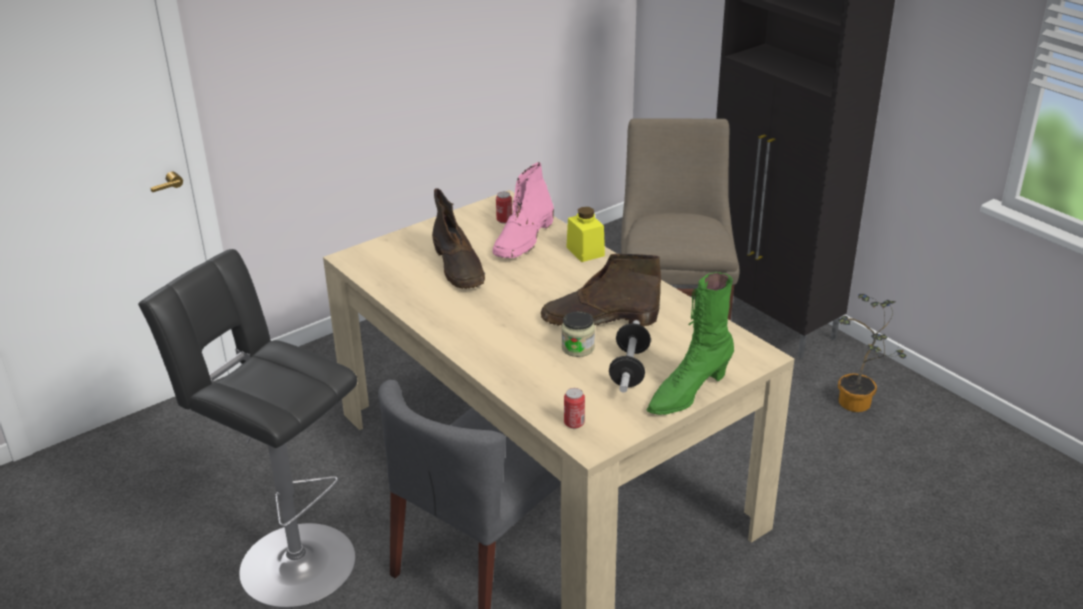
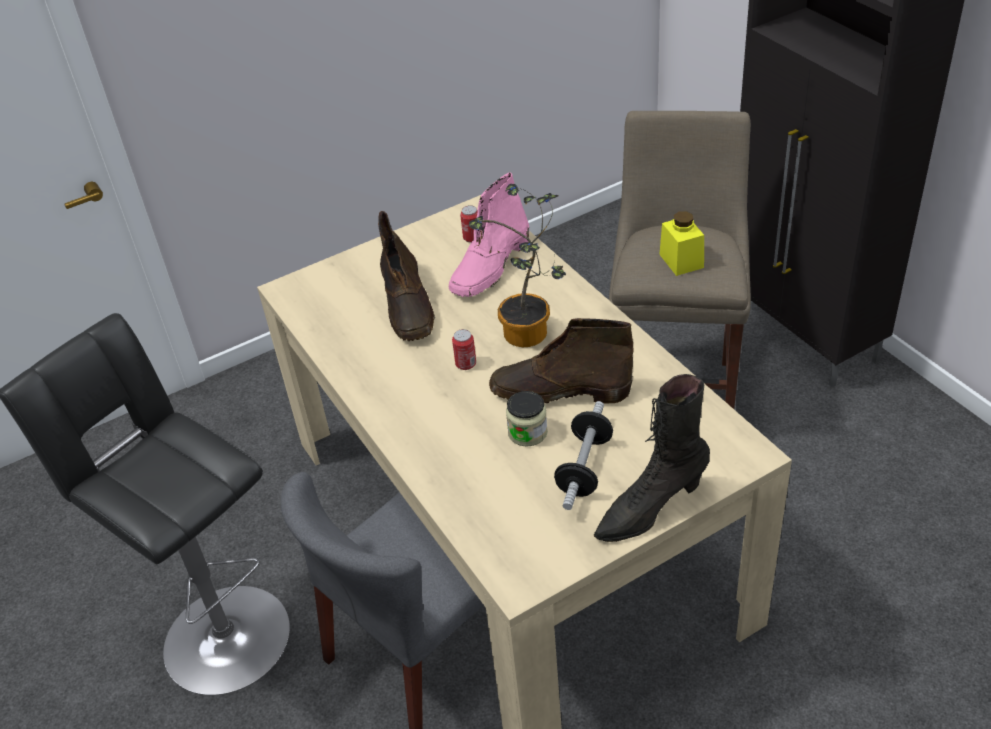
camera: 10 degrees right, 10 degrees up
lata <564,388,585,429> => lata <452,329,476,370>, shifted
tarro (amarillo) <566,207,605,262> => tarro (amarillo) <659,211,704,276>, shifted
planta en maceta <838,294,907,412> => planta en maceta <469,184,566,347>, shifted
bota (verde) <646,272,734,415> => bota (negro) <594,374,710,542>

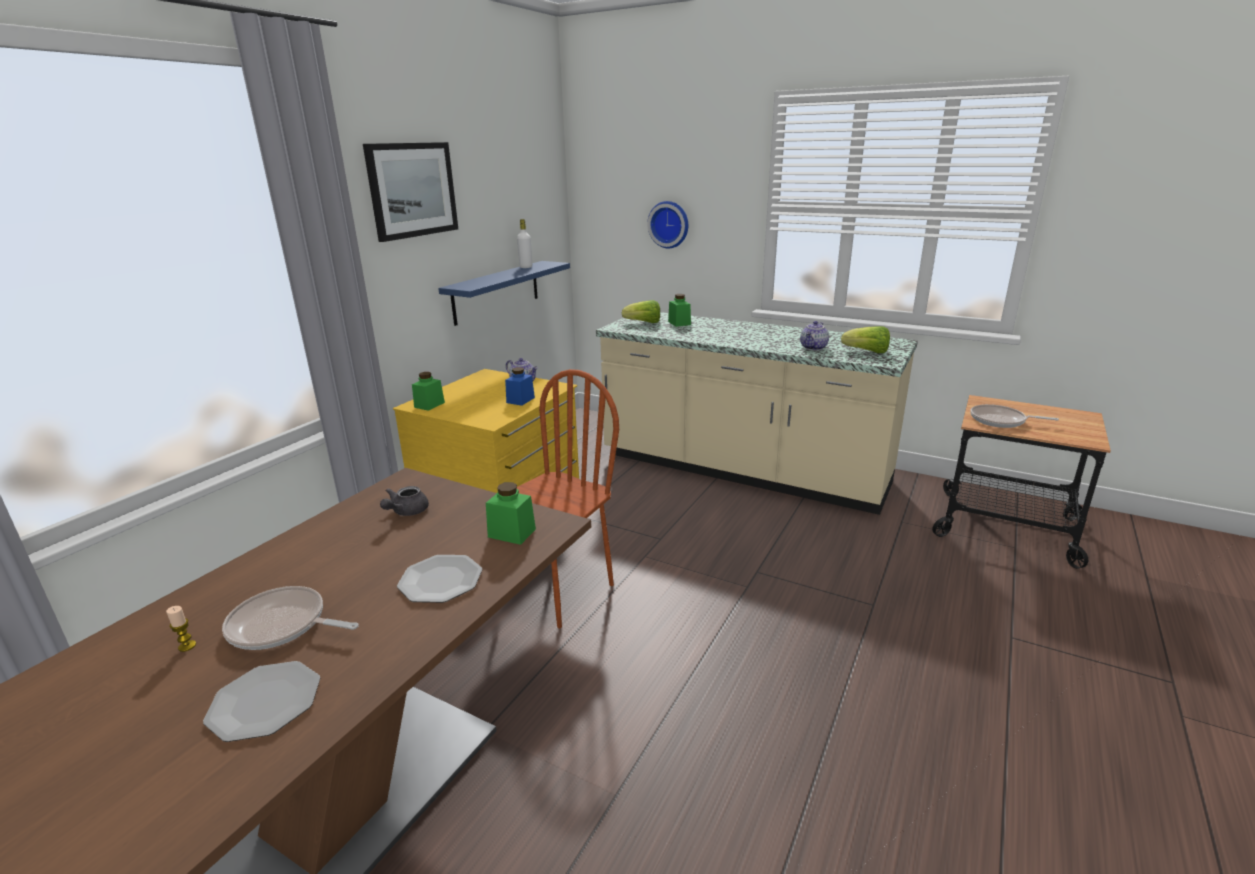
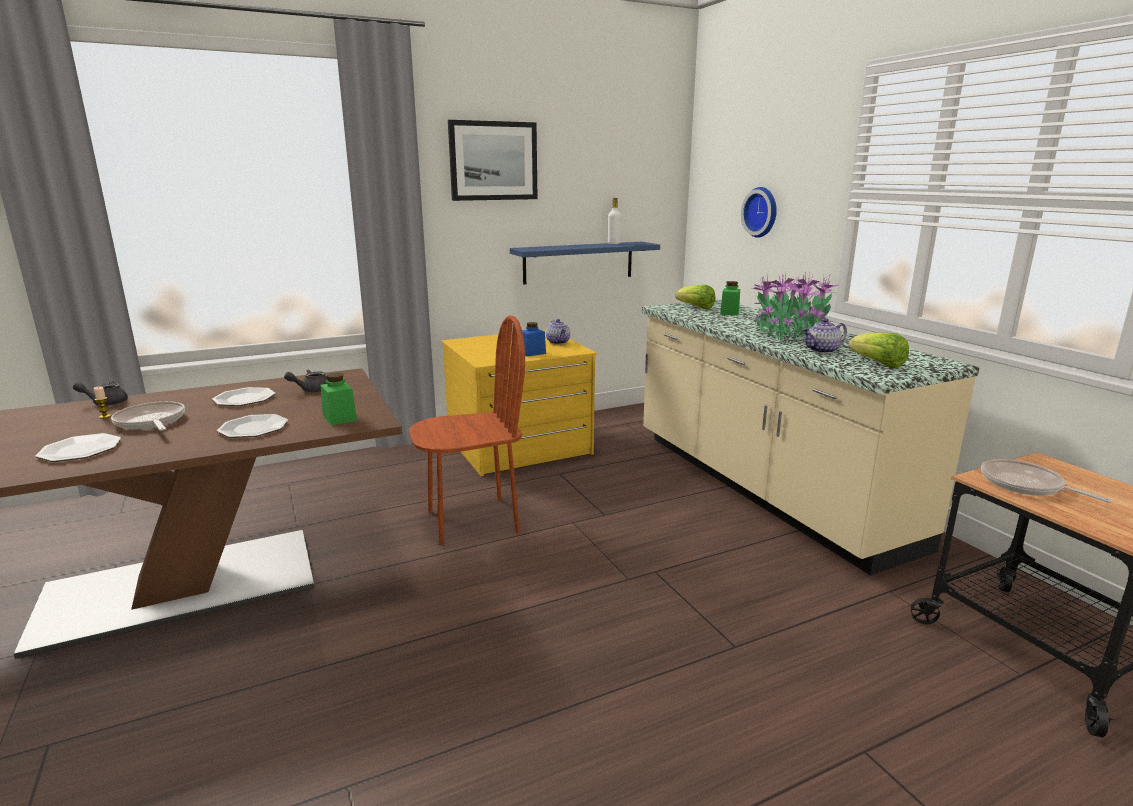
camera: 35 degrees right, 5 degrees down
tarro (verde) <412,372,445,411> => nothing
nothing => tetera (gris) <73,380,128,406>
nothing => plato <212,387,276,406>
nothing => planta en maceta <752,273,840,341>

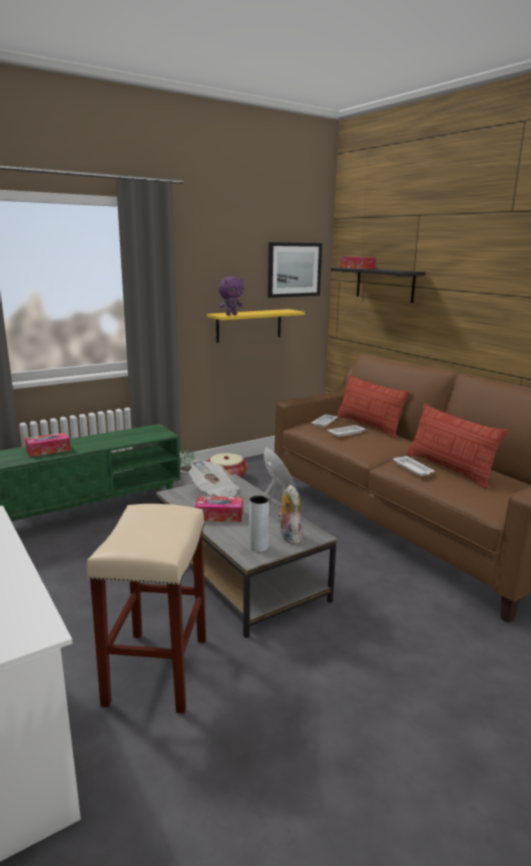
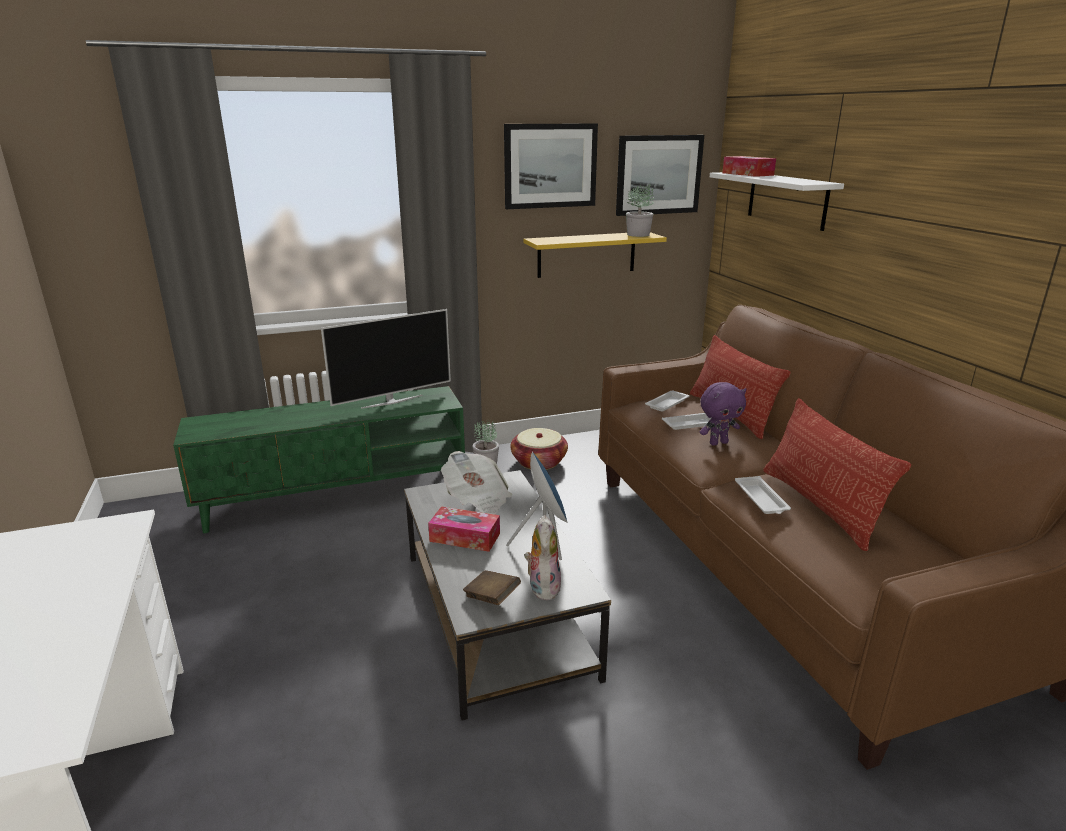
camera: 15 degrees right, 5 degrees up
caja de pañuelos <25,433,71,457> => nothing
taburete (beis) <87,504,206,714> => nothing
nothing => televisor <321,309,451,409>
nothing => cuadro <504,123,598,209>
nothing => planta en maceta <626,184,654,237>
peluche (morado) <218,276,244,316> => peluche (morado) <700,382,747,446>, shifted
florero (gris) <249,495,269,552> => libro (marrón) <463,570,521,605>
estante (negro) <331,268,425,303> => estante (blanco) <710,172,844,231>

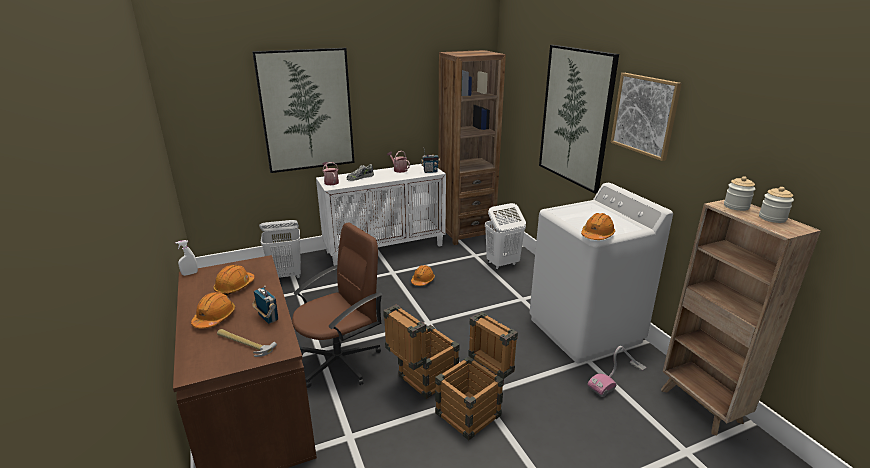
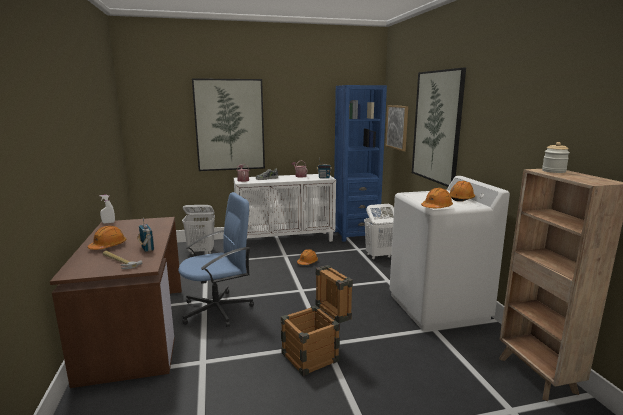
camera: 10 degrees right, 10 degrees down
caja de embalaje <383,304,459,399> => nothing
aspiradora <587,346,646,397> => nothing
tarro <759,187,794,223> => nothing
casco (naranja) <213,265,255,295> => casco (naranja) <449,181,475,202>, shifted
cuadro <611,73,682,161> => cuadro <385,105,408,151>, shifted
silla de oficina (marrón) <292,223,383,388> => silla de oficina (azul) <178,192,254,327>
estantería (marrón) <439,50,506,245> => estantería (azul) <334,85,387,242>

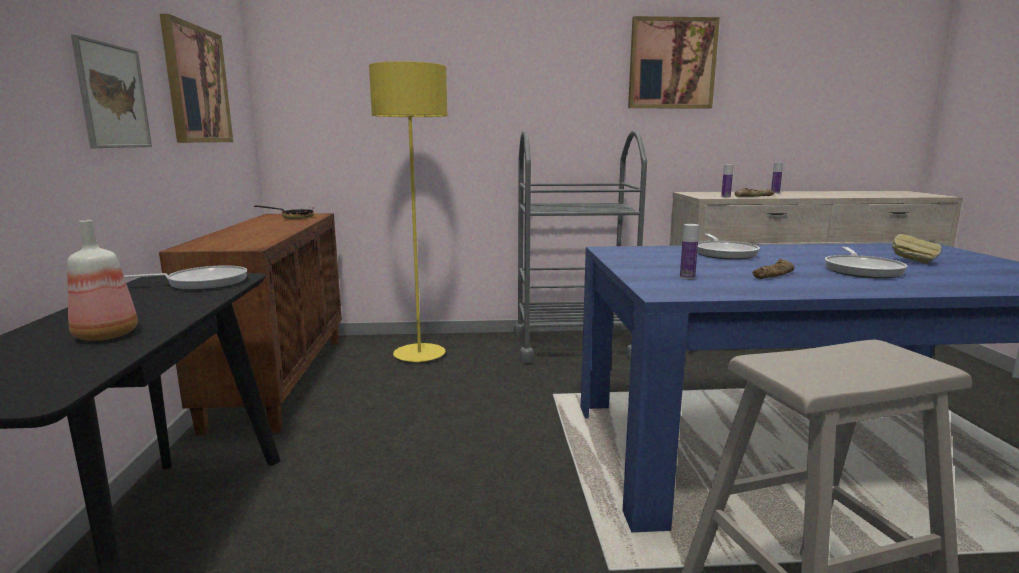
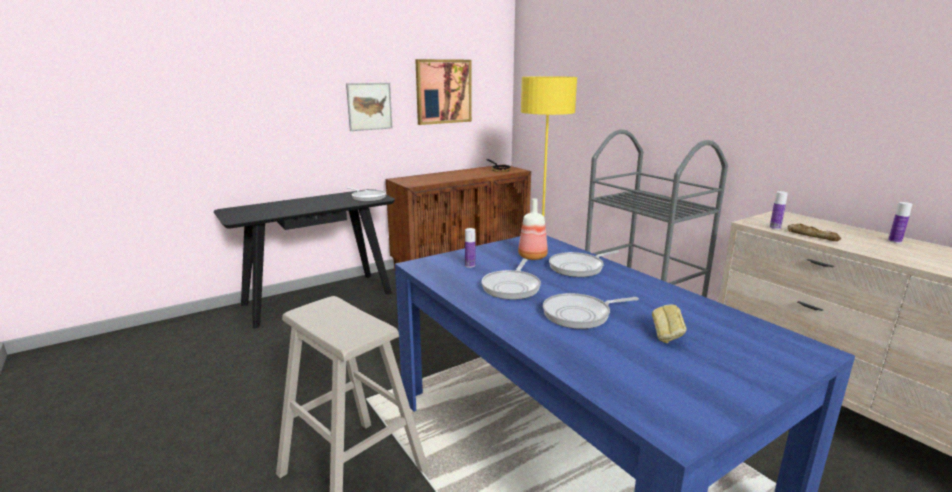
camera: 60 degrees right, 5 degrees up
cuadro <628,16,720,109> => nothing
botella <67,220,138,341> => botella <518,198,548,260>, shifted
pan <753,259,795,279> => sartén <482,259,541,300>

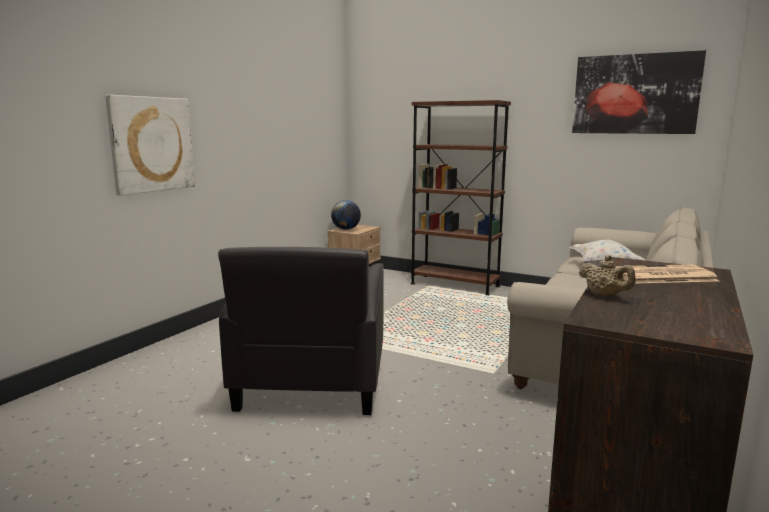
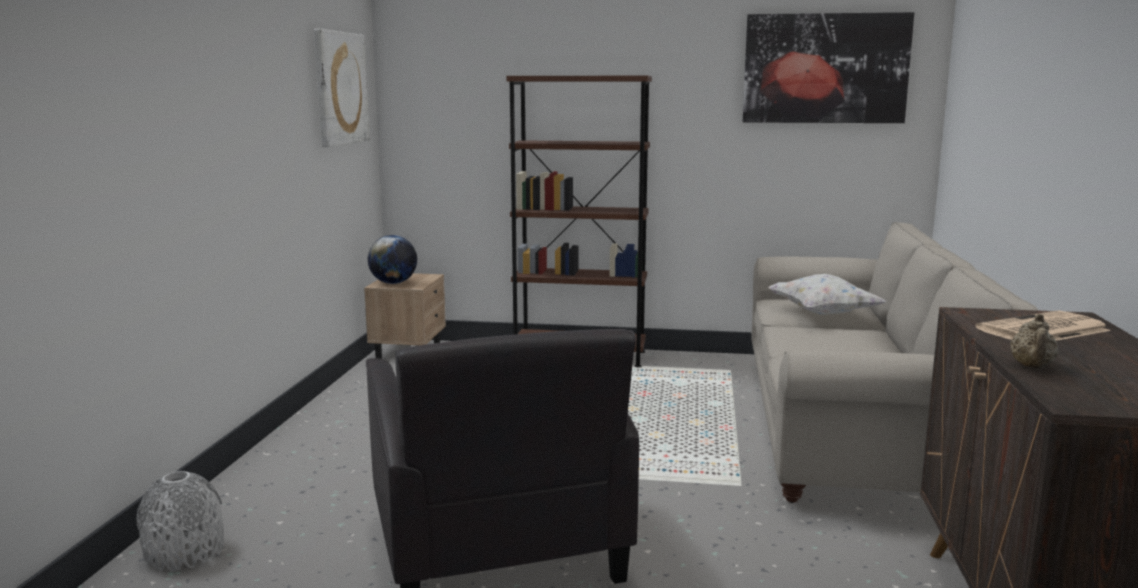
camera: 20 degrees left, 0 degrees up
nothing => florero (gris) <137,471,224,572>
cuadro <105,95,195,196> => cuadro <314,29,370,147>, shifted
tetera (beis) <579,255,636,297> => tetera (beis) <1010,314,1059,368>, 75 degrees clockwise

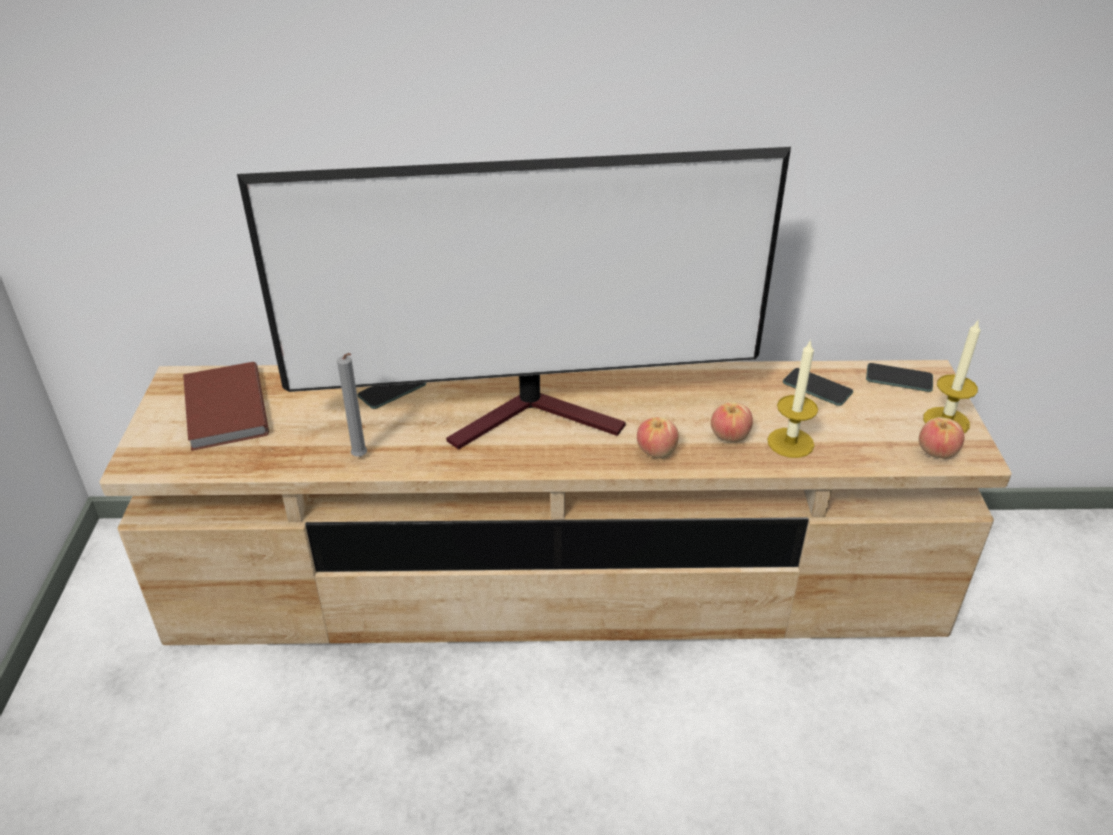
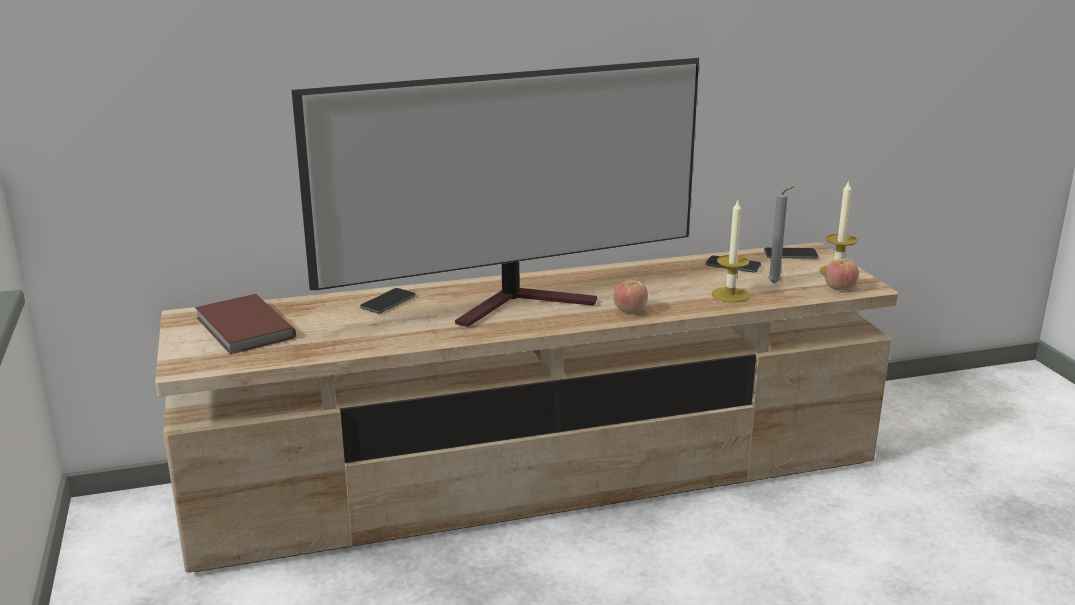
camera: 15 degrees left, 15 degrees down
manzana <711,402,753,442> => nothing
vela (gris) <337,353,367,457> => vela (gris) <768,187,794,283>, shifted

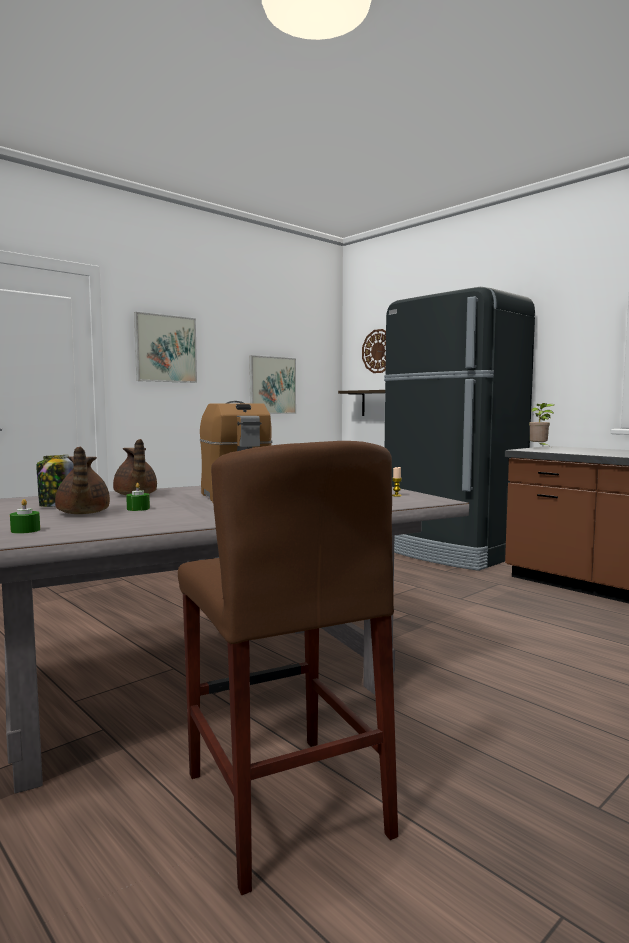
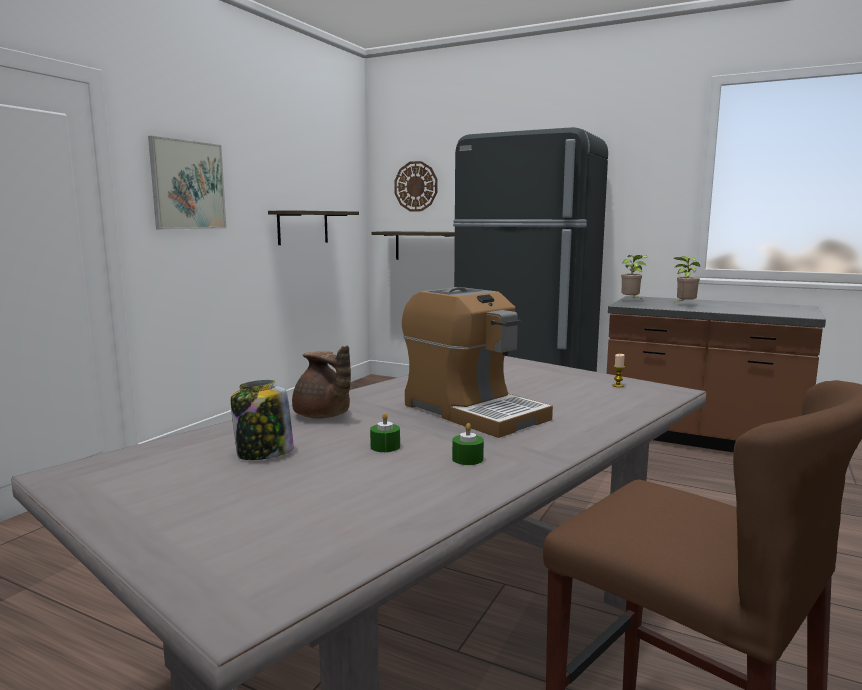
camera: 20 degrees left, 5 degrees up
tetera (marrón) <55,446,110,514> => nothing
nothing => planta en maceta <673,256,700,304>
vela (verde) <10,499,40,534> => vela (verde) <452,423,484,465>, shifted
cuadro <249,355,296,414> => estante <268,210,359,245>

